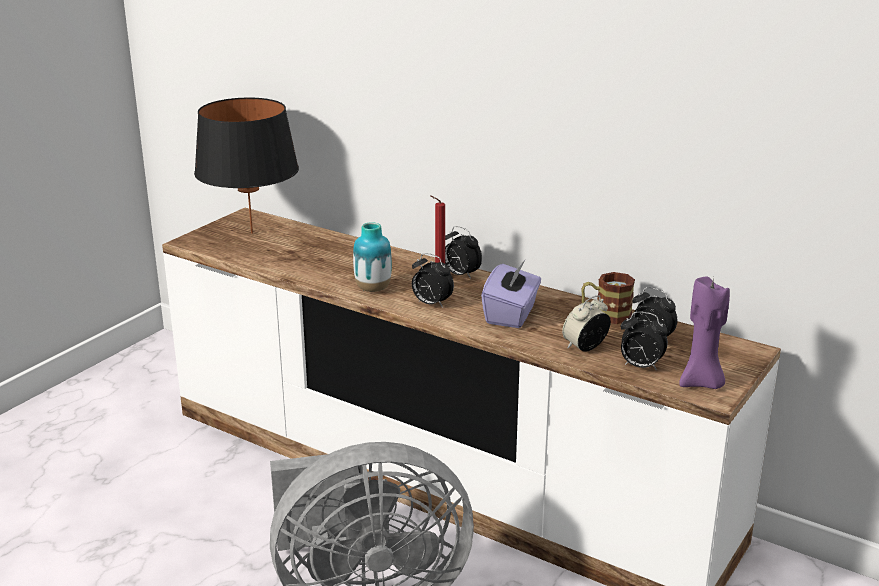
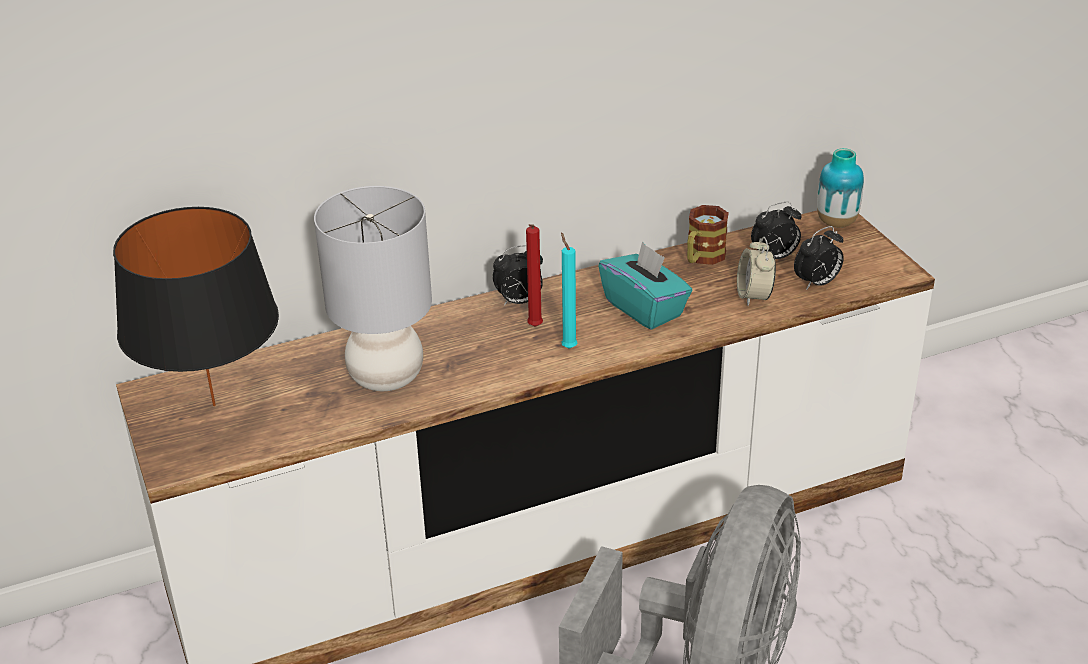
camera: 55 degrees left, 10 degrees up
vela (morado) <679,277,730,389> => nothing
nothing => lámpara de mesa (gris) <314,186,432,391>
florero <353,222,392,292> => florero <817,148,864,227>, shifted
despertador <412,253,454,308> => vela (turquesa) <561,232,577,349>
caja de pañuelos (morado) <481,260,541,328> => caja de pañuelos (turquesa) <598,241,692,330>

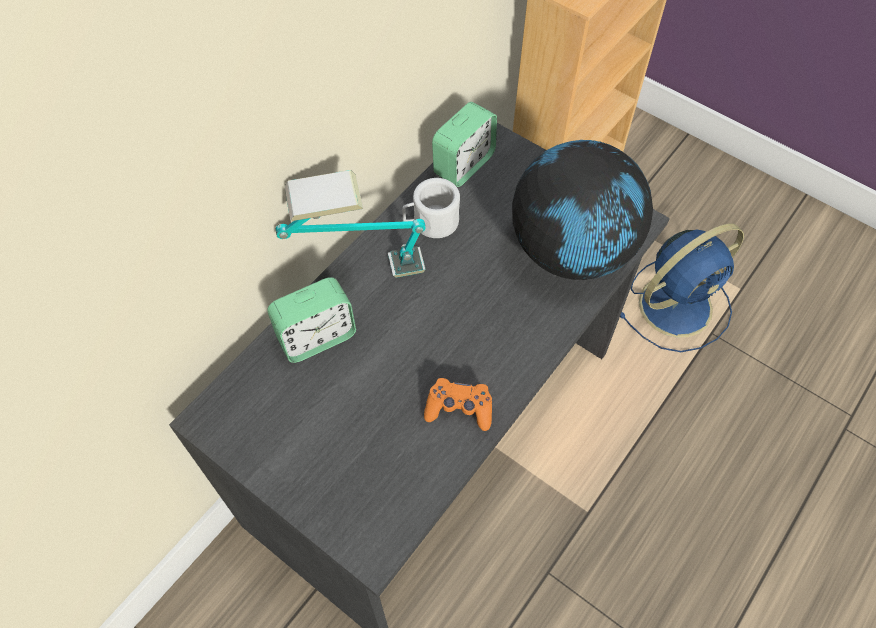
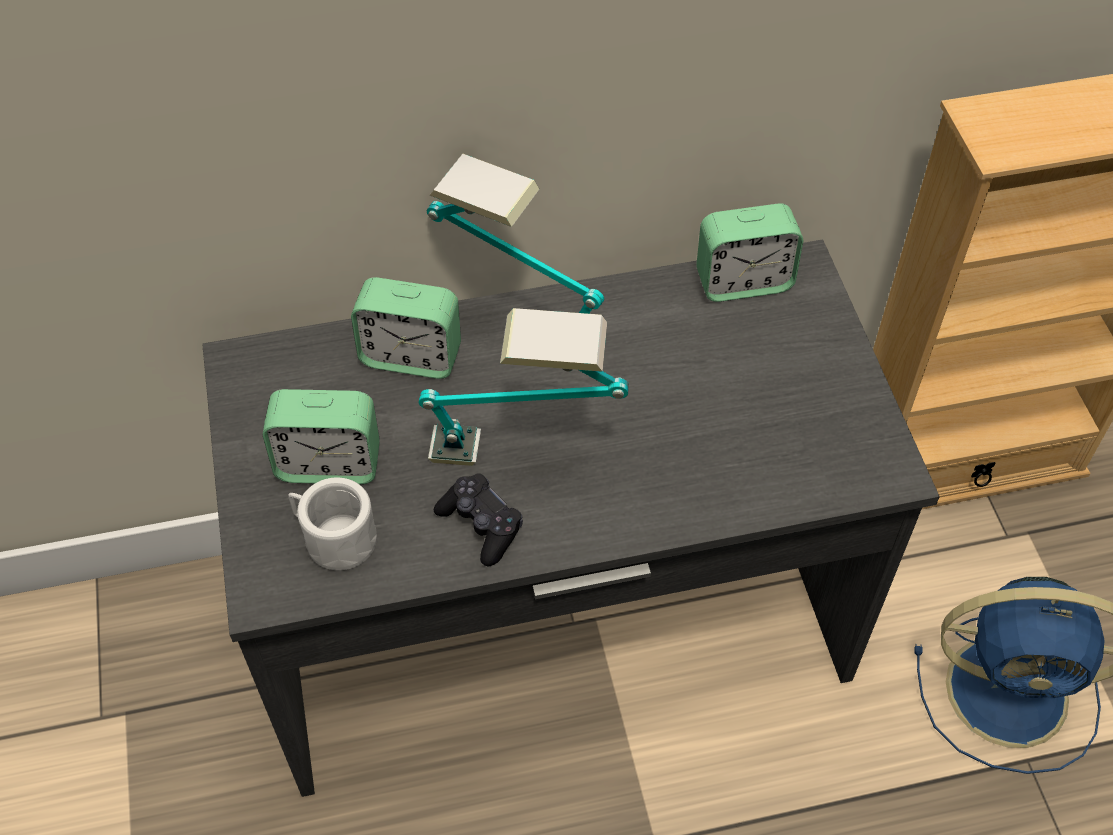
camera: 40 degrees right, 5 degrees down
globo terráqueo <512,140,653,280> => nothing
nothing => despertador <263,389,380,484>
nothing => lámpara de mesa <418,308,629,466>
taza grande (blanco) <402,178,460,238> => taza grande (blanco) <288,477,377,570>, shifted
mando de consola (naranja) <424,378,492,431> => mando de consola (negro) <434,473,523,566>

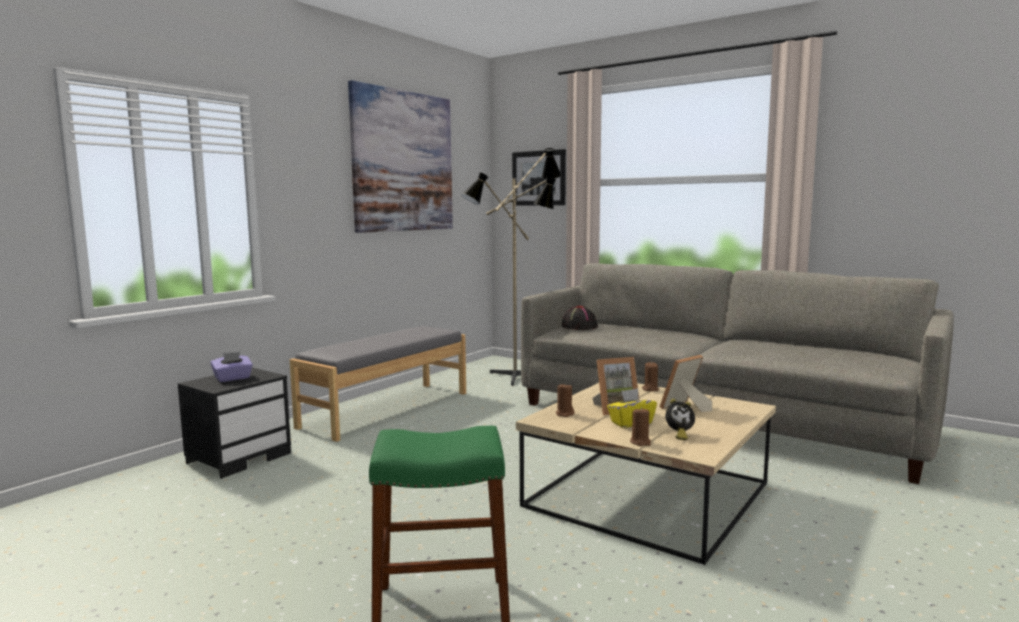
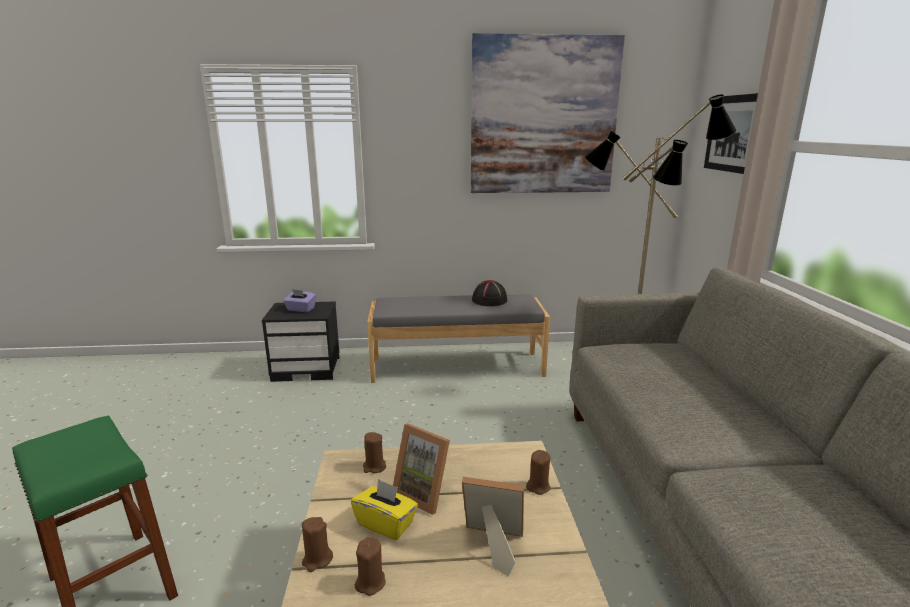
camera: 50 degrees right, 10 degrees up
sombrero (negro) <561,306,598,330> => sombrero (negro) <472,280,507,306>, shifted
despertador <665,398,695,440> => vela (marrón) <355,537,386,596>

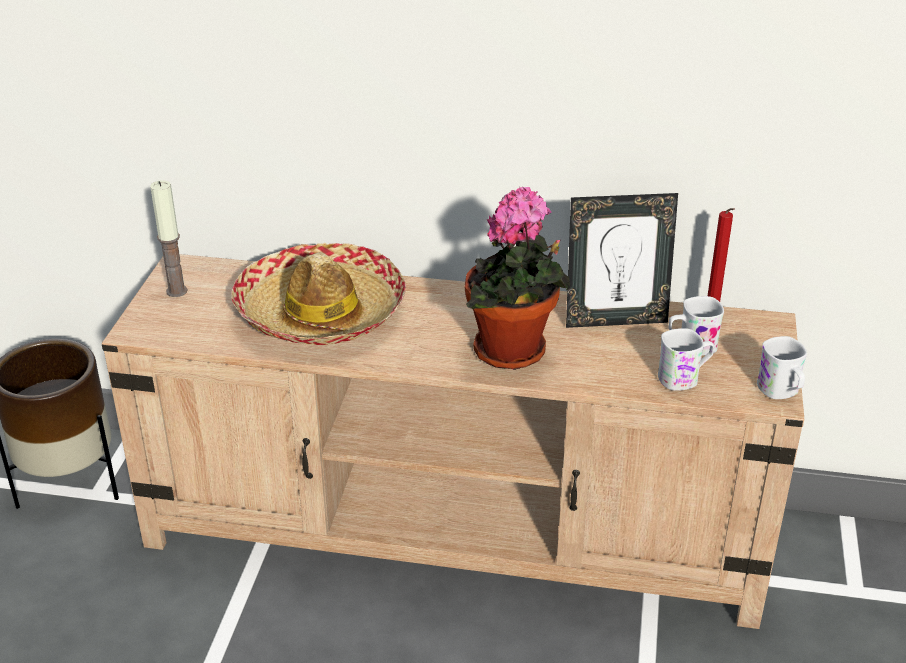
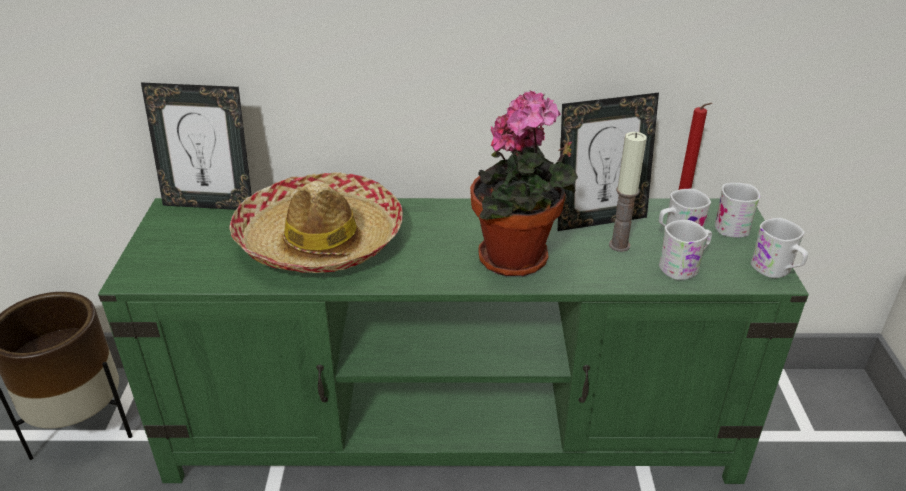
camera: 10 degrees left, 0 degrees up
nothing => portarretratos <141,82,252,210>
nothing => taza grande (blanco) <715,183,760,238>
vela <150,180,187,297> => vela <609,132,647,252>, shifted
mueble de televisión (beis) <102,254,804,629> => mueble de televisión (verde) <98,198,809,484>

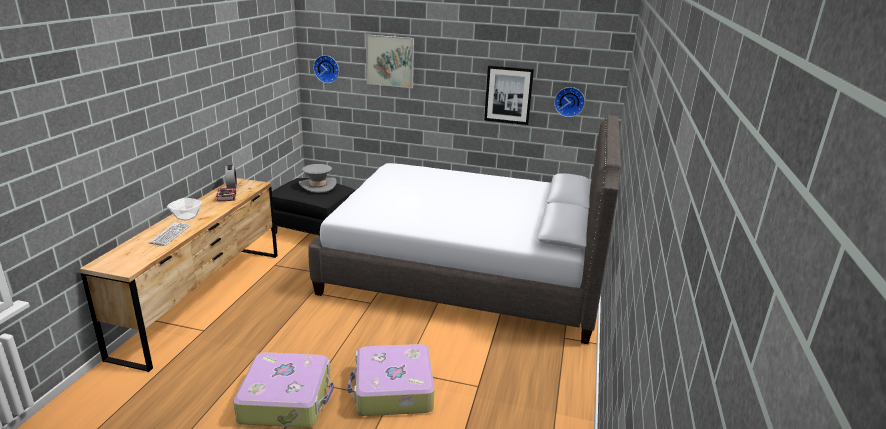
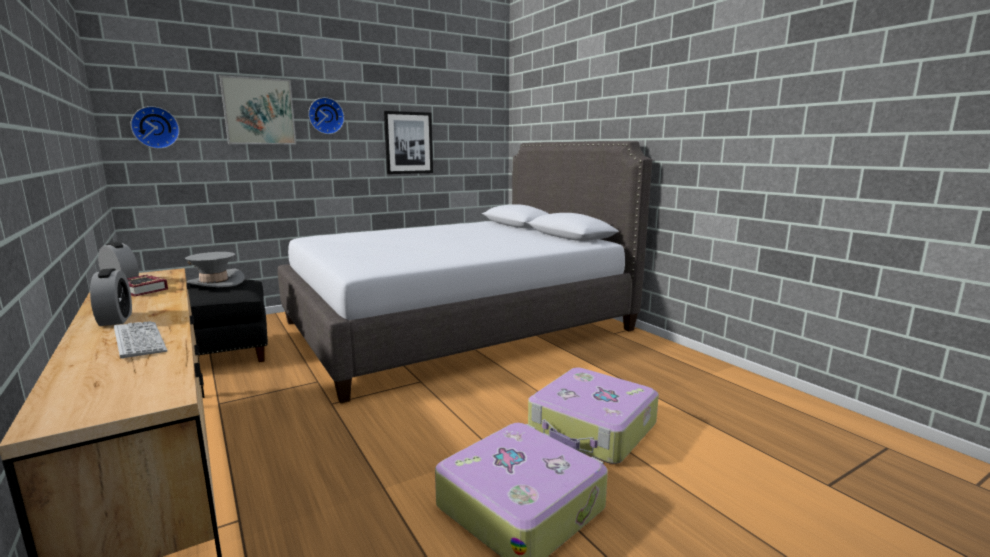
camera: 45 degrees left, 10 degrees down
reloj de pared <554,87,585,117> => reloj de pared <308,97,344,134>, shifted
cuenco <167,198,202,221> => despertador <90,268,132,326>

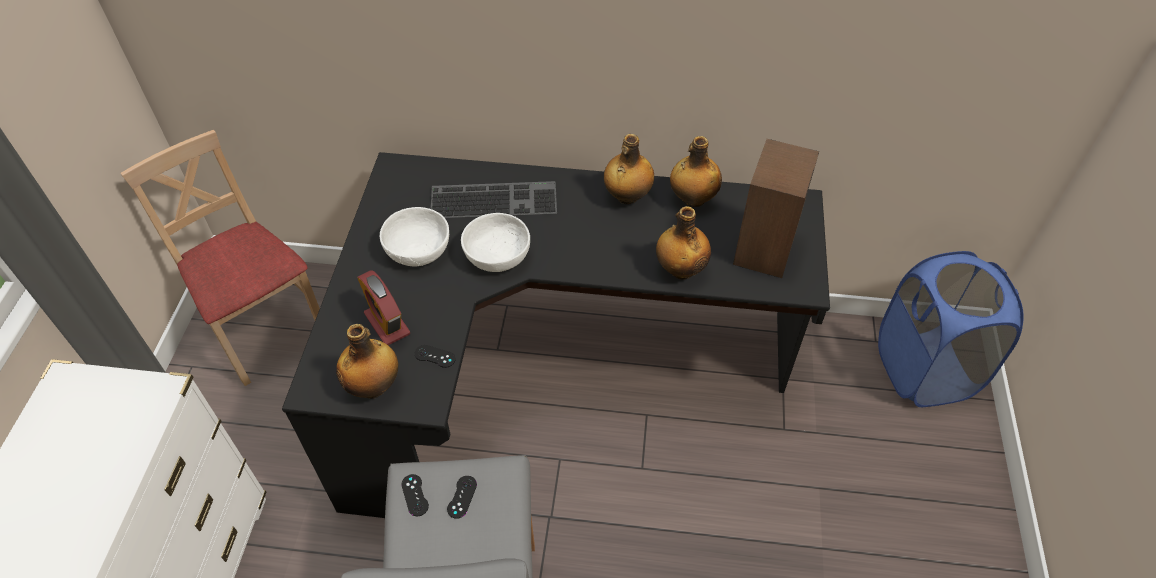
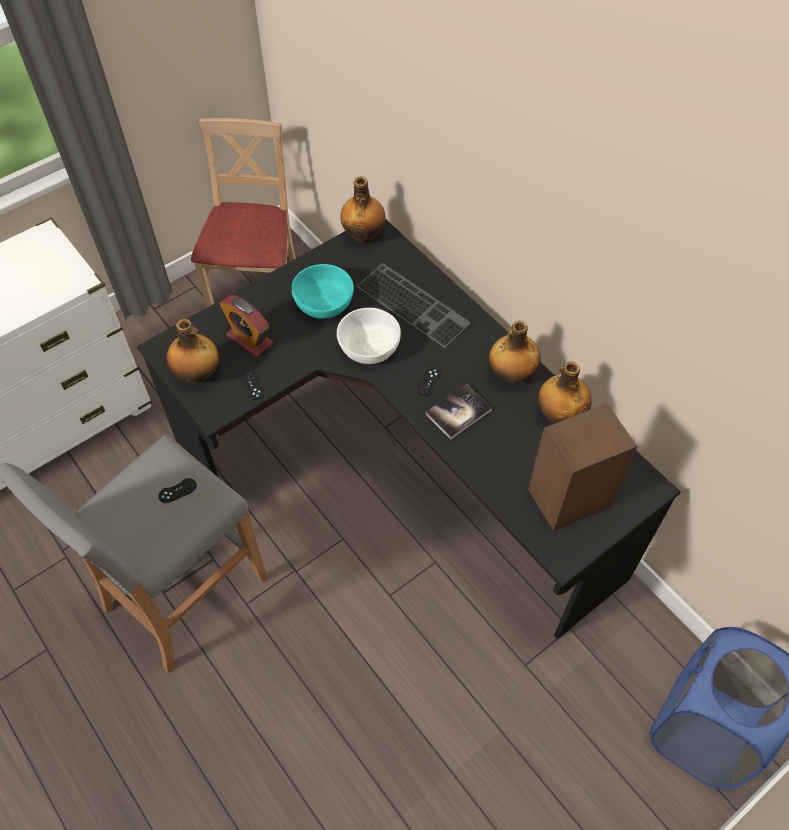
camera: 45 degrees right, 5 degrees up
nothing => libro <426,384,492,440>
mando de consola (negro) <401,474,429,516> => mando de consola (negro) <417,367,441,396>, shifted
botella <656,206,711,280> => botella <340,176,385,244>, shifted
cuenco (blanco) <380,207,449,266> => cuenco (turquesa) <291,264,354,319>
despertador <357,270,410,345> => despertador <219,295,273,357>, 60 degrees counterclockwise

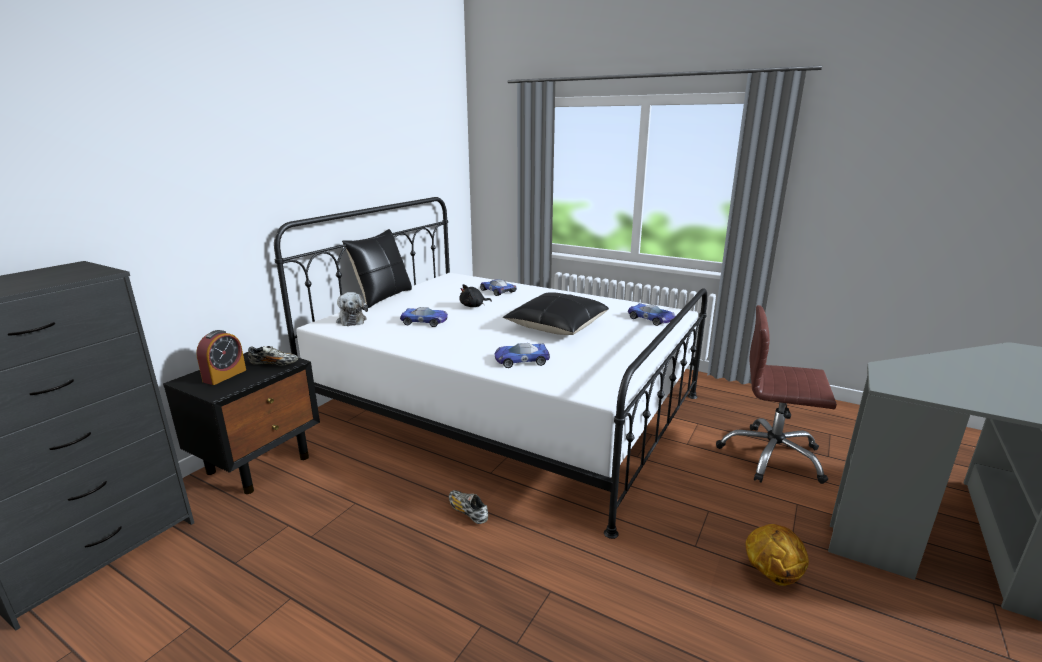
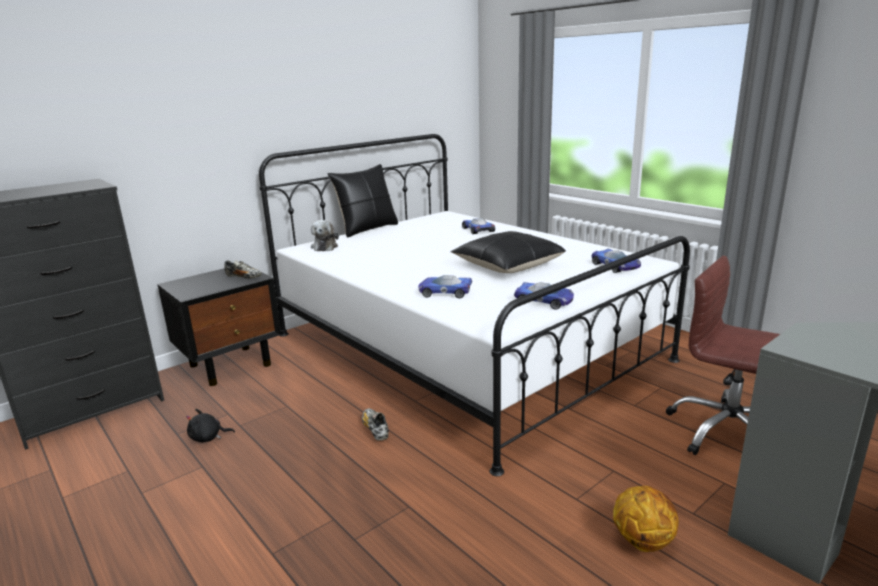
camera: 20 degrees right, 0 degrees up
despertador <196,330,246,385> => nothing
coche de juguete <400,307,448,327> => coche de juguete <514,282,574,310>, shifted
peluche (negro) <460,284,492,307> => peluche (negro) <186,409,235,442>, shifted

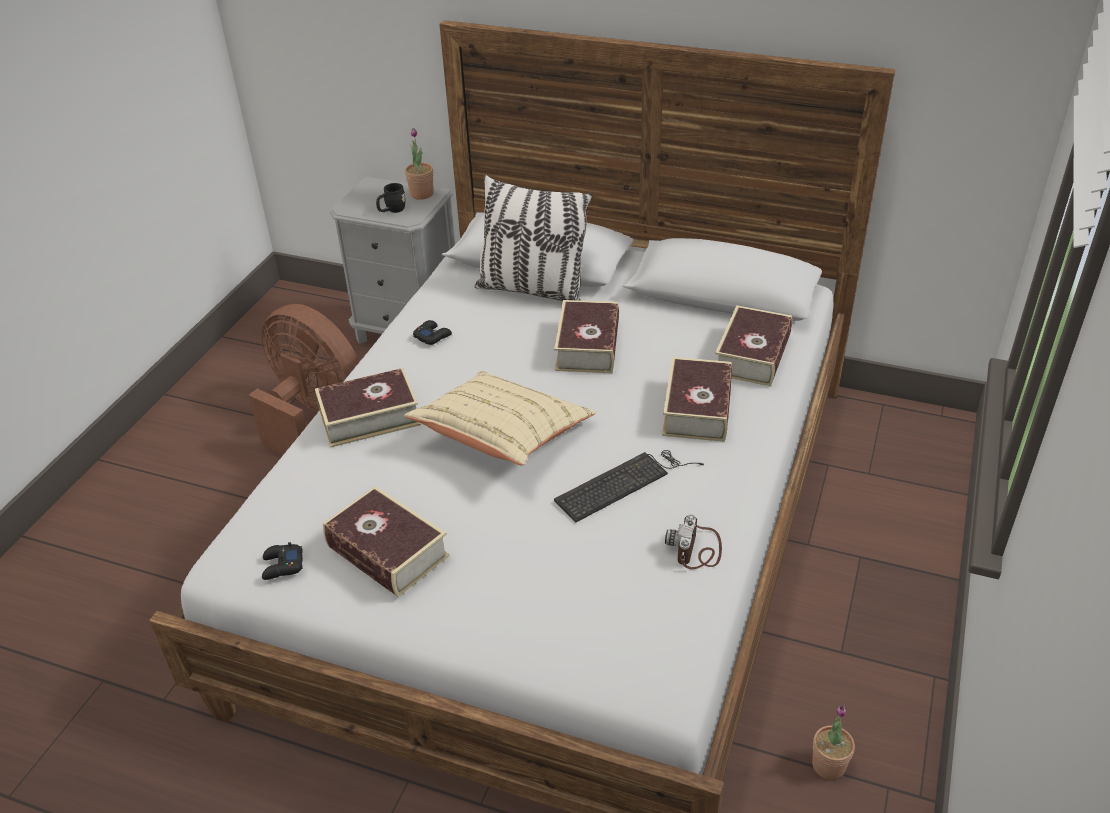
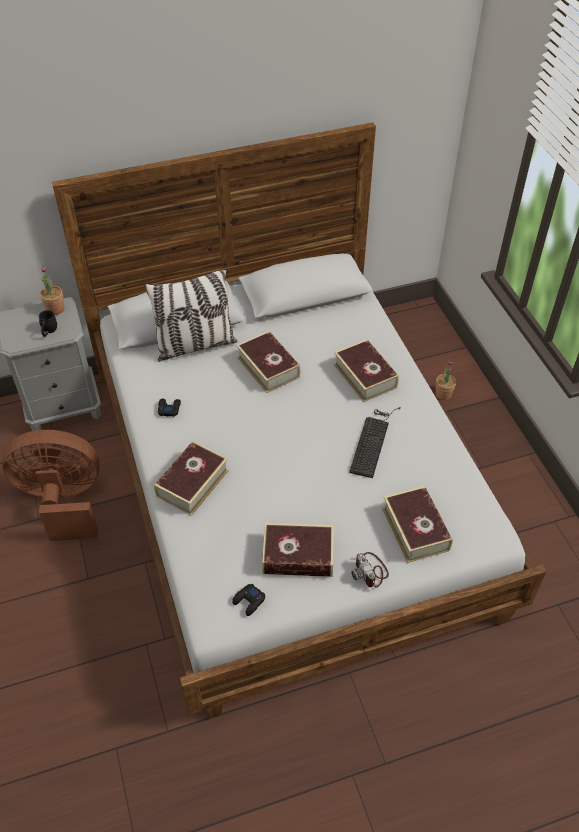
camera: 40 degrees left, 10 degrees up
cojín (beis) <404,371,596,466> => nothing
cámara <665,515,722,569> => cámara <351,552,389,588>, shifted
libro <715,305,792,386> => libro <382,486,452,563>, shifted
planta en maceta <812,705,855,780> => planta en maceta <435,359,456,400>, shifted

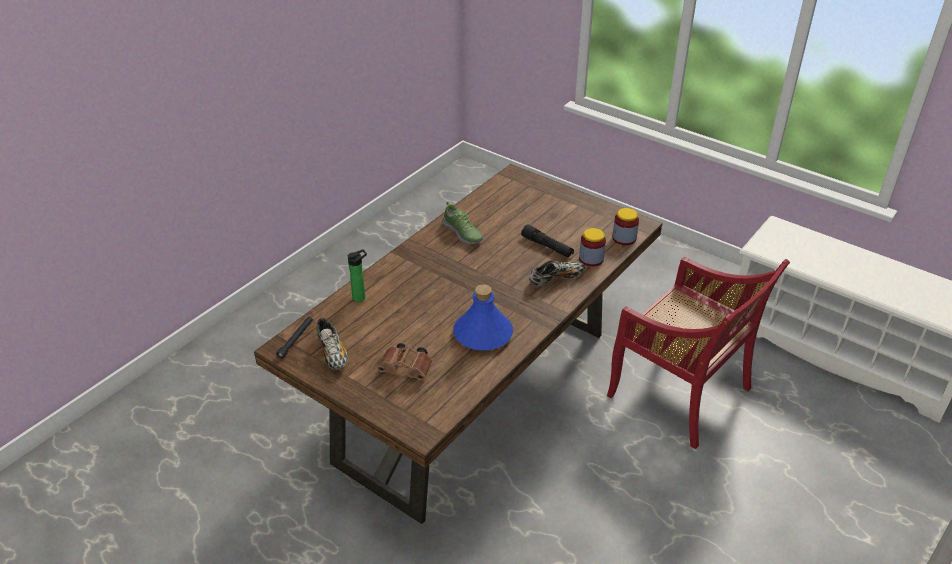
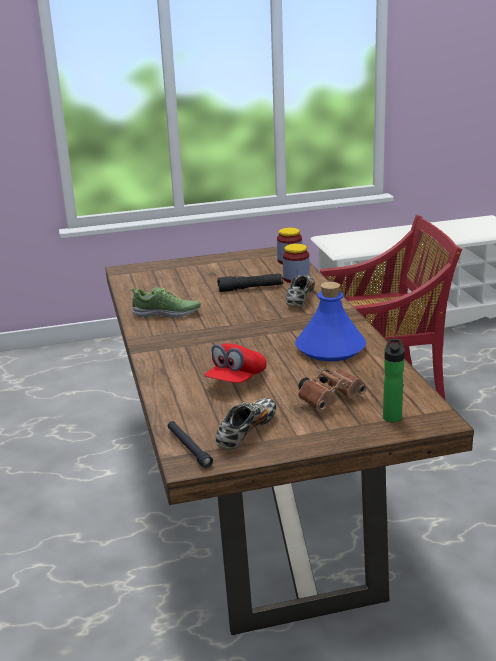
camera: 50 degrees left, 15 degrees down
nothing => gorra (rojo) <205,343,267,383>
botella <348,249,367,302> => botella <383,339,405,422>, shifted
zapato <317,318,348,370> => zapato <215,398,277,450>, 75 degrees counterclockwise

